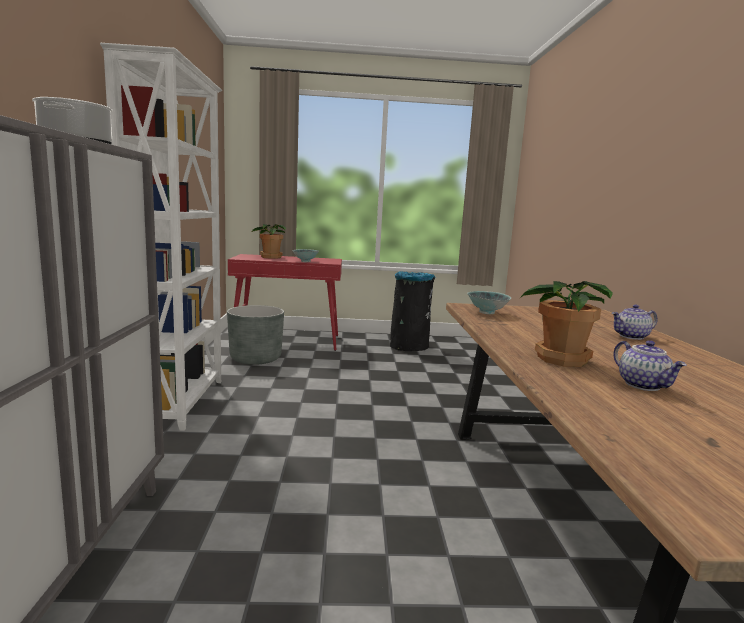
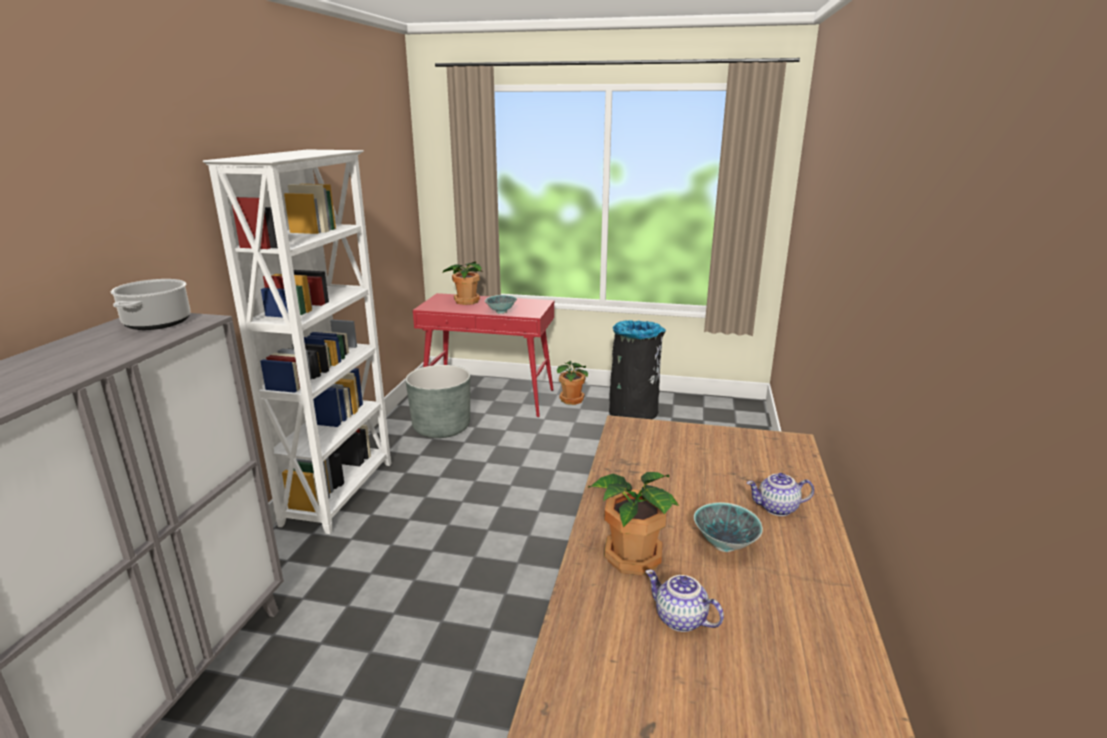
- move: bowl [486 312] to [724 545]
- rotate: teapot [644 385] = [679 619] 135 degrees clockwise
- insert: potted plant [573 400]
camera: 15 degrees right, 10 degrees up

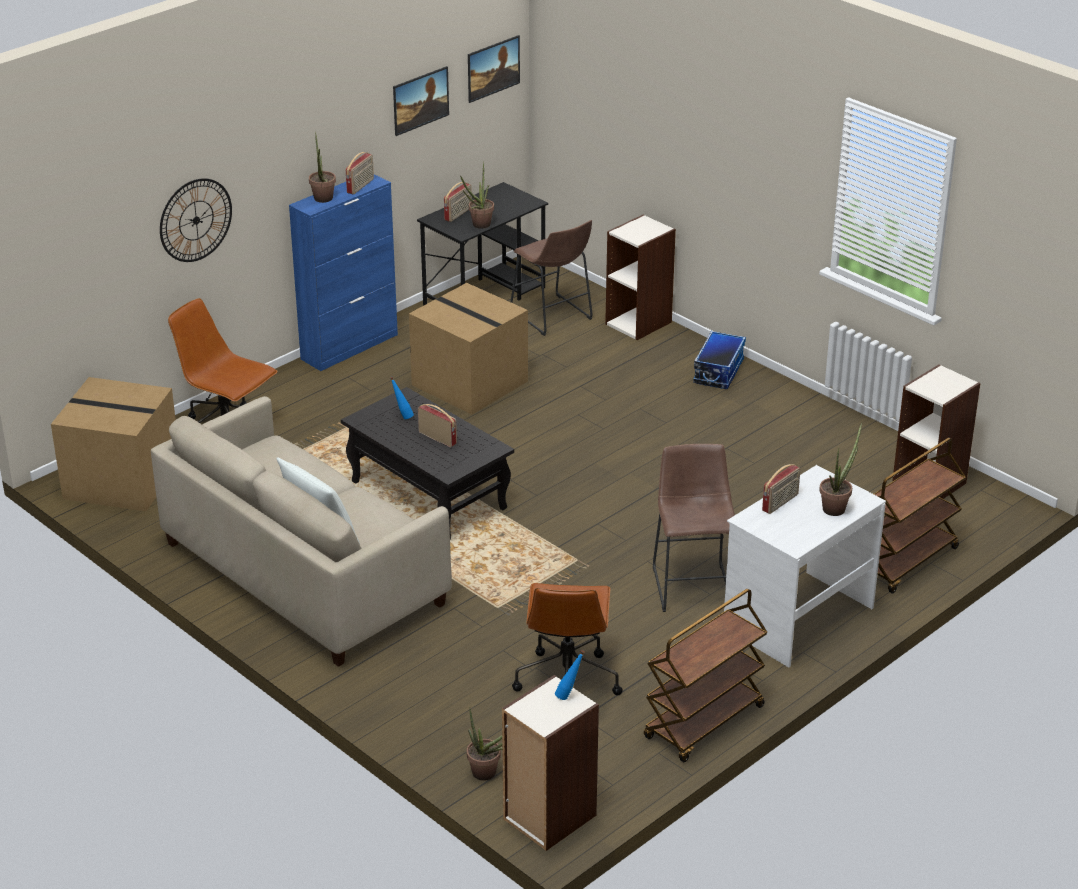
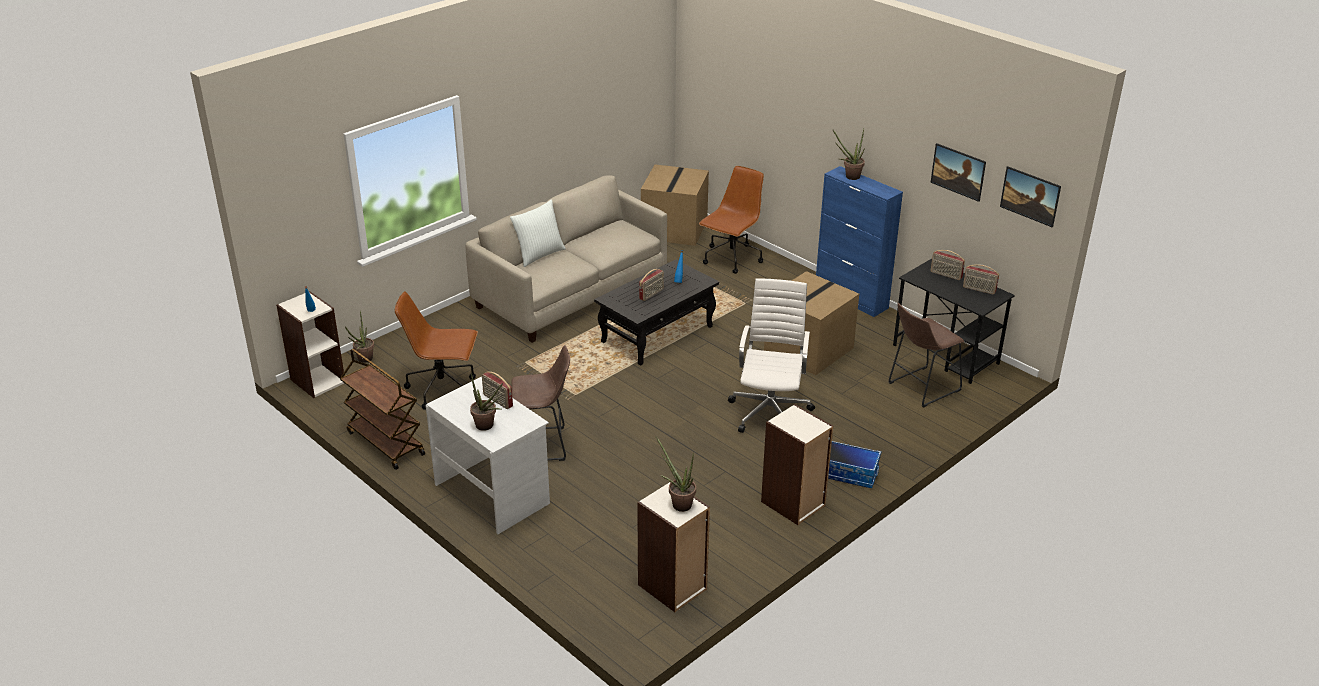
- delete: wall clock [196 220]
- move: radio [361 186] to [979 290]
- move: potted plant [478 226] to [678 503]
- move: bookcase [639 323] to [793 504]
- delete: brown cart [906 562]
- insert: white office chair [770 411]
camera: 90 degrees right, 0 degrees up

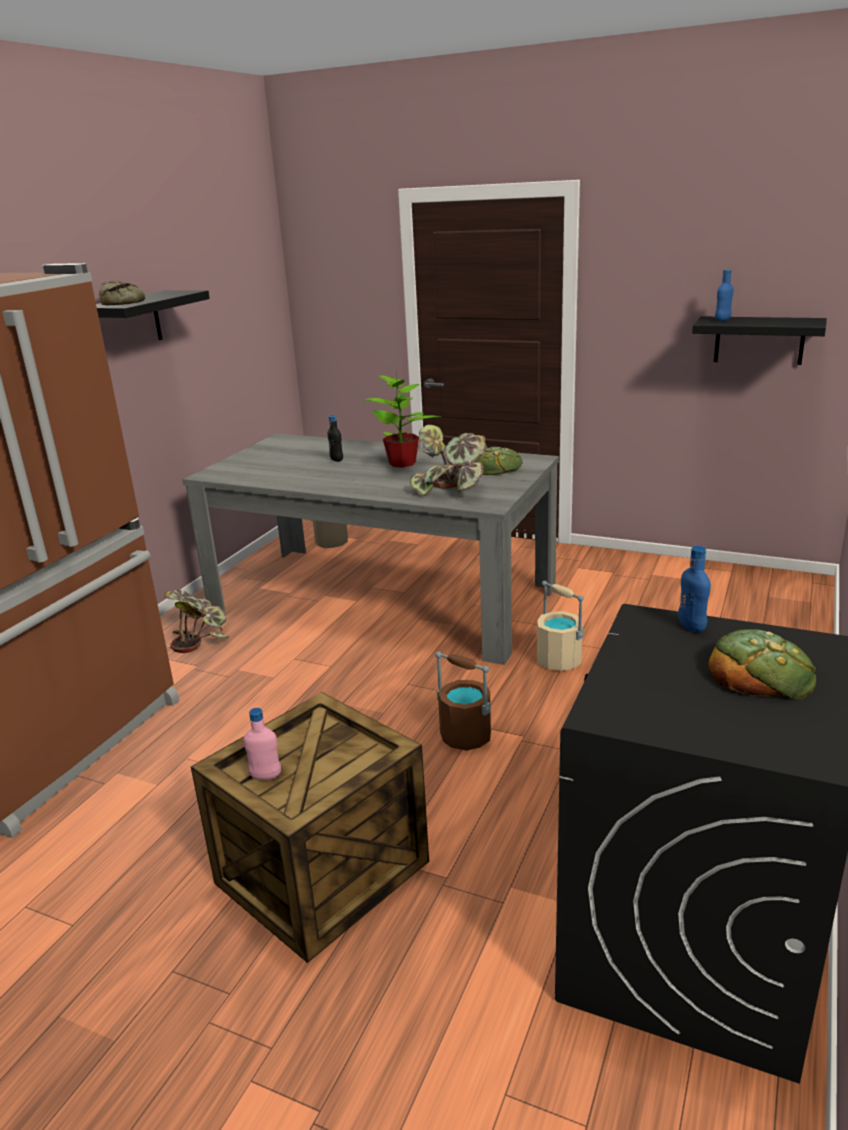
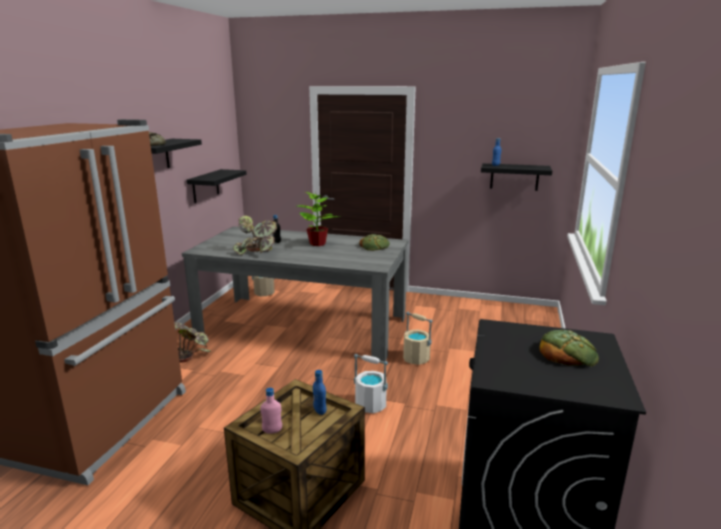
- move: potted plant [452 490] to [258 252]
- recolor: brown bucket [465 736] to white bucket [370 405]
- move: blue bottle [691 627] to [320 411]
- insert: black shelf [205 186]
camera: 10 degrees left, 5 degrees down

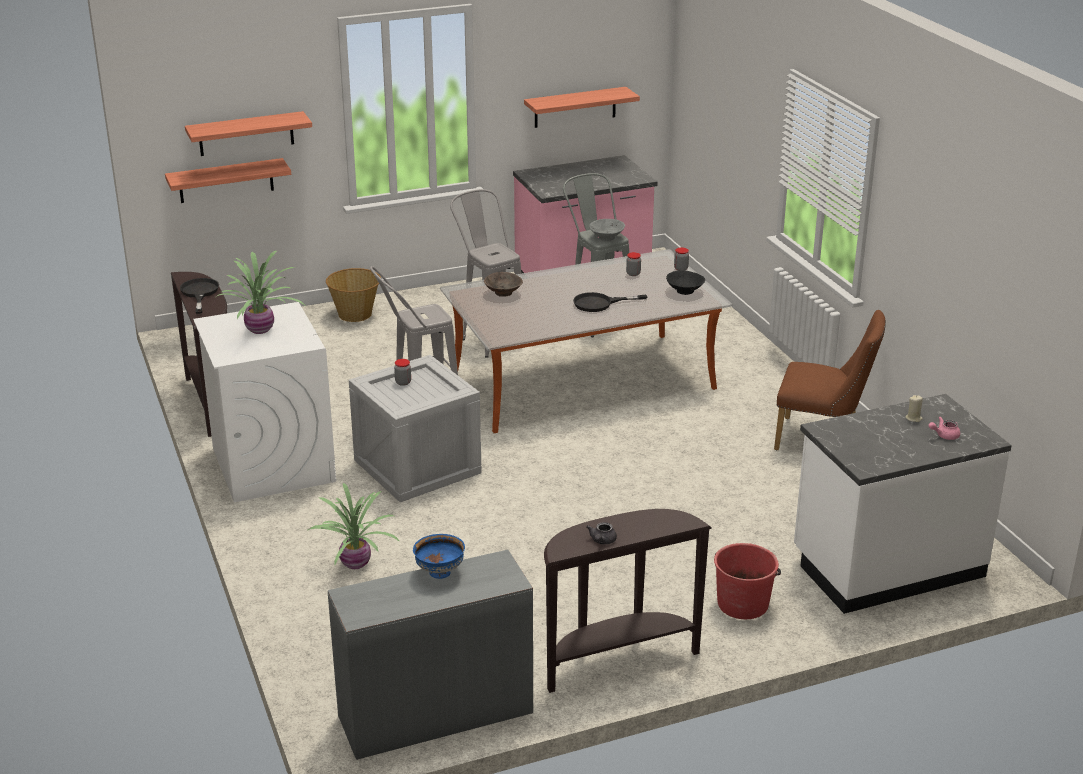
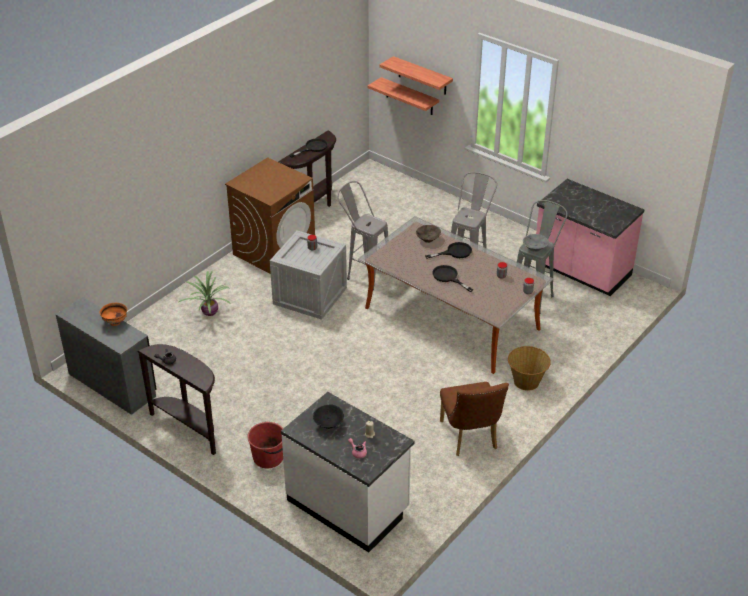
- recolor: white washing machine [273 464] to brown washing machine [274 250]
- delete: potted plant [261 330]
- move: basket [355 314] to [526 382]
- recolor: blue bowl [439 572] to orange bowl [115 322]
- delete: shelf [575 107]
- move: black bowl [684 291] to [328 423]
- insert: black frying pan [454 252]
camera: 60 degrees right, 10 degrees up

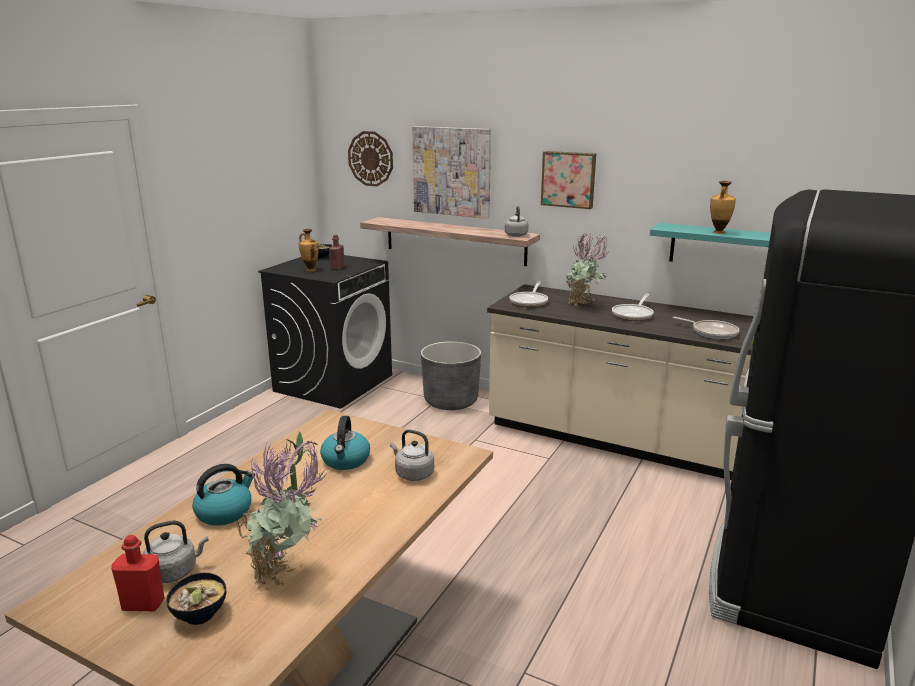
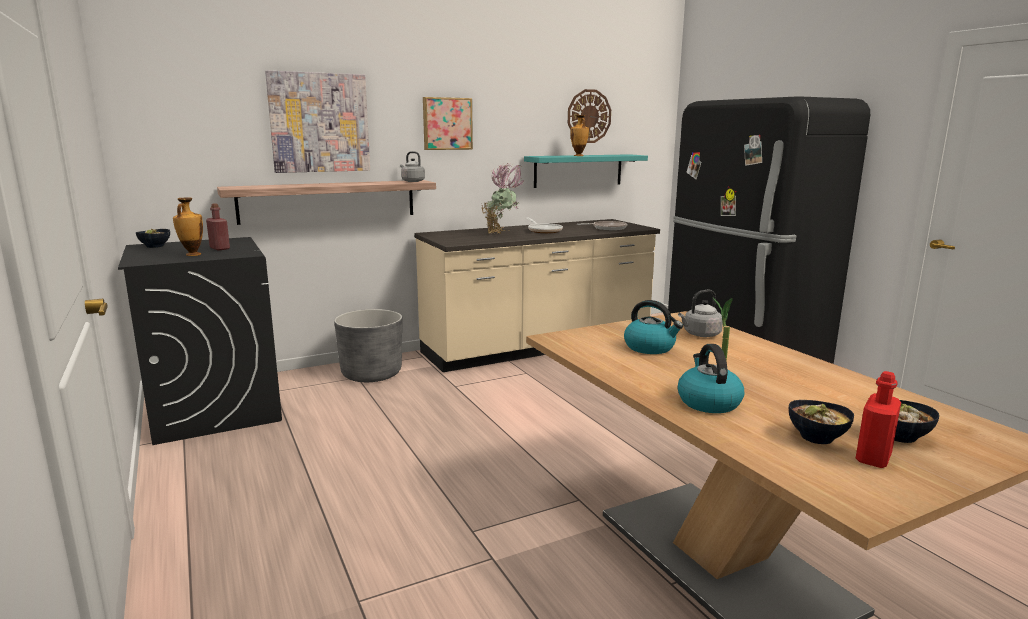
- replace: grey kettle [175 571] to bowl [815 437]
- delete: potted plant [287 575]
- move: wall clock [370 158] to [589 116]
- delete: frying pan [529 301]
camera: 55 degrees left, 5 degrees down

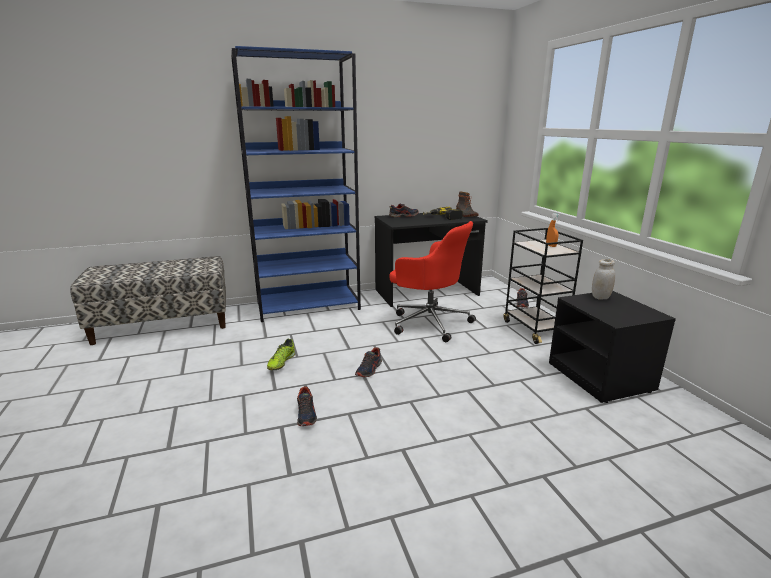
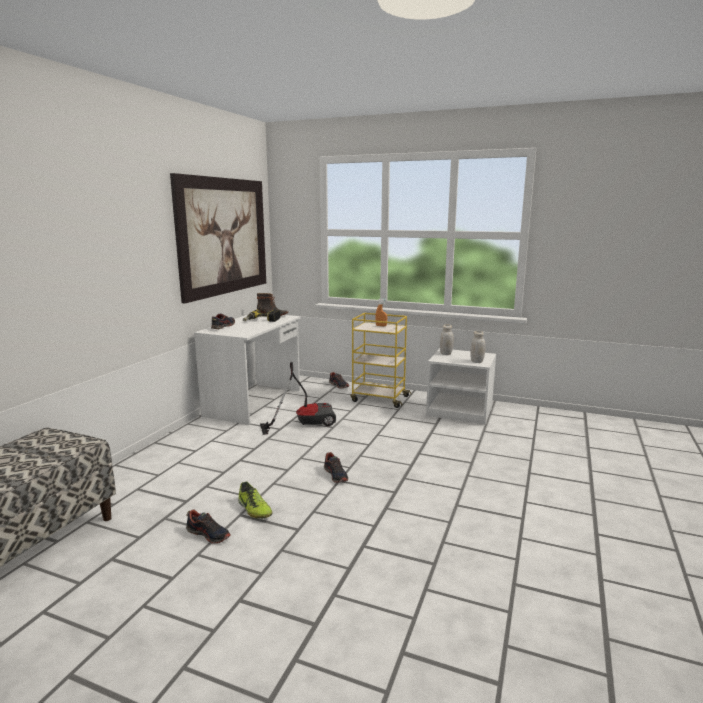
- delete: blue bookcase [309 306]
- move: shoe [306 414] to [208 534]
- recolor: black desk [427 293] to white desk [255 402]
- replace: red office chair [429 322] to vacuum cleaner [304 423]
- recolor: black cart [535 329] to yellow cart [379 399]
- recolor: black nightstand [601 377] to white nightstand [460 411]
- insert: picture [223 236]
- insert: white jar [477 361]
camera: 50 degrees left, 5 degrees down

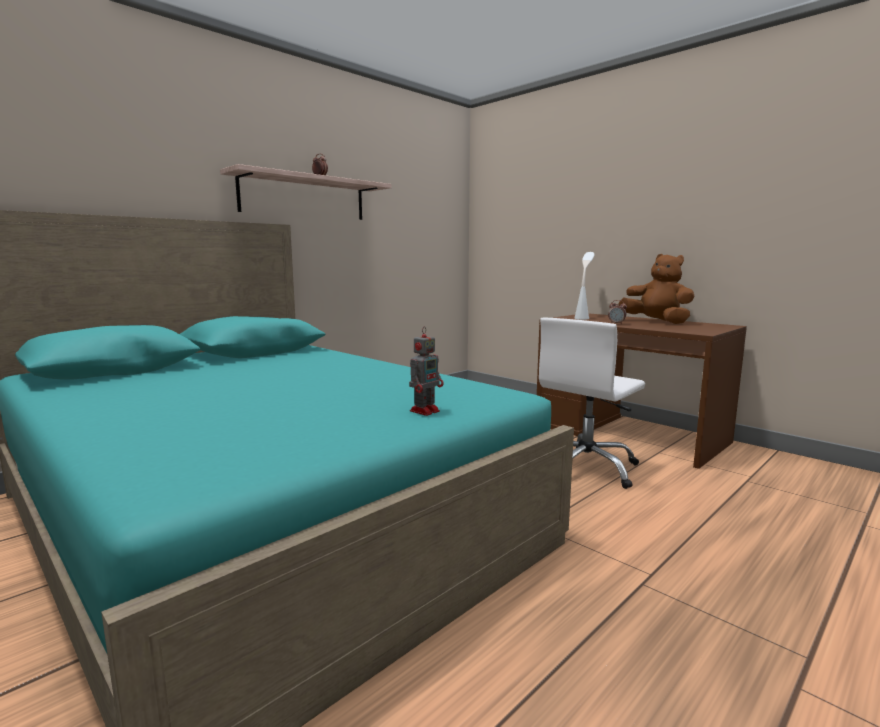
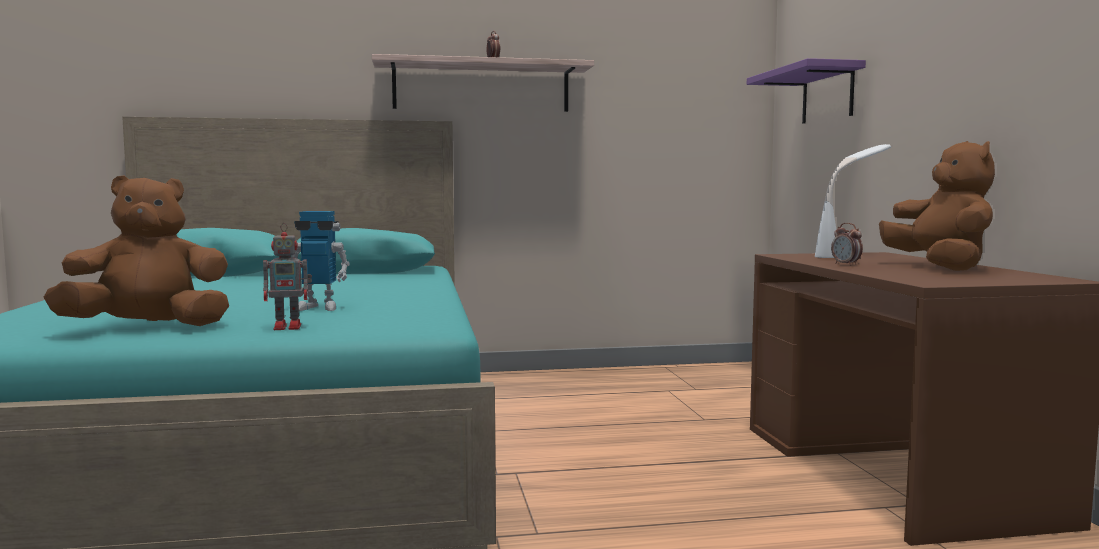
- delete: white office chair [586 468]
- insert: brown plush toy [149 328]
- insert: toy robot [319 308]
- insert: purple shelf [827 95]
camera: 35 degrees right, 5 degrees down

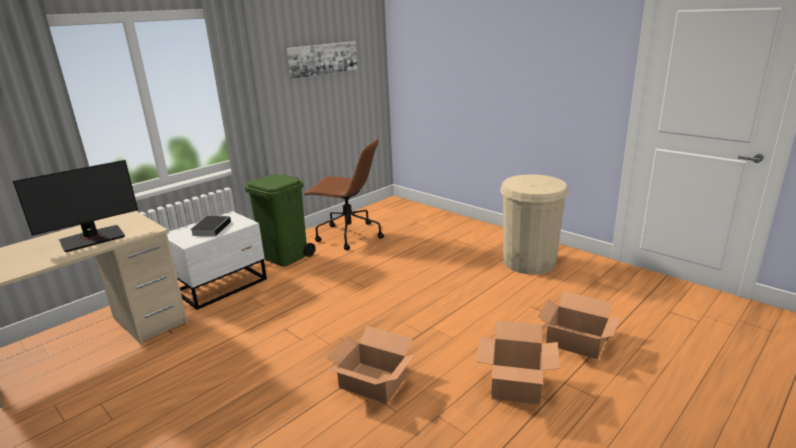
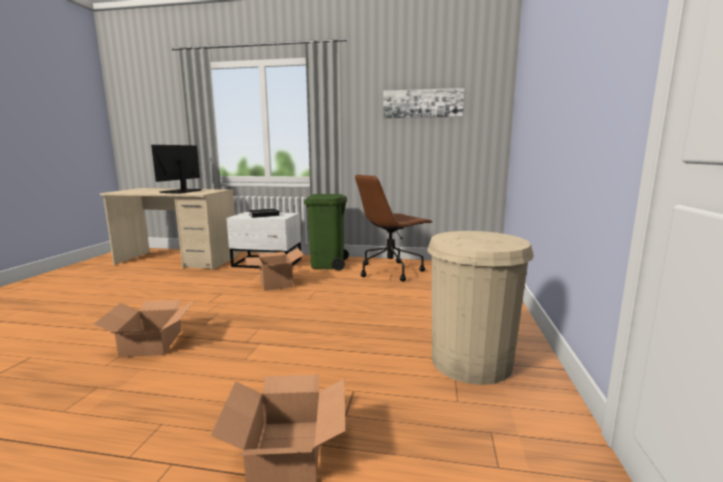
- rotate: monitor [92 238] = [181 191] 90 degrees clockwise
- rotate: brown office chair [348 235] = [391 270] 75 degrees clockwise
- move: cardboard box [516 386] to [276 284]
camera: 55 degrees right, 10 degrees down

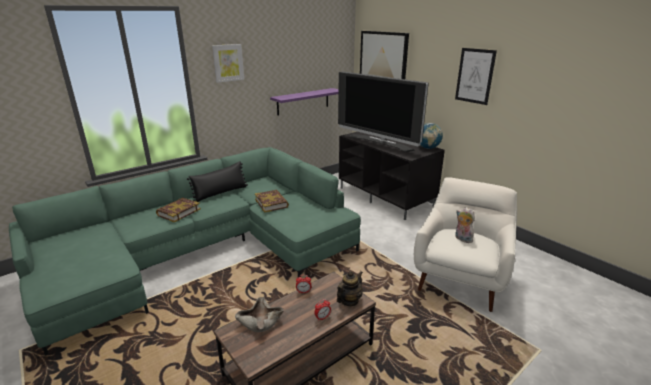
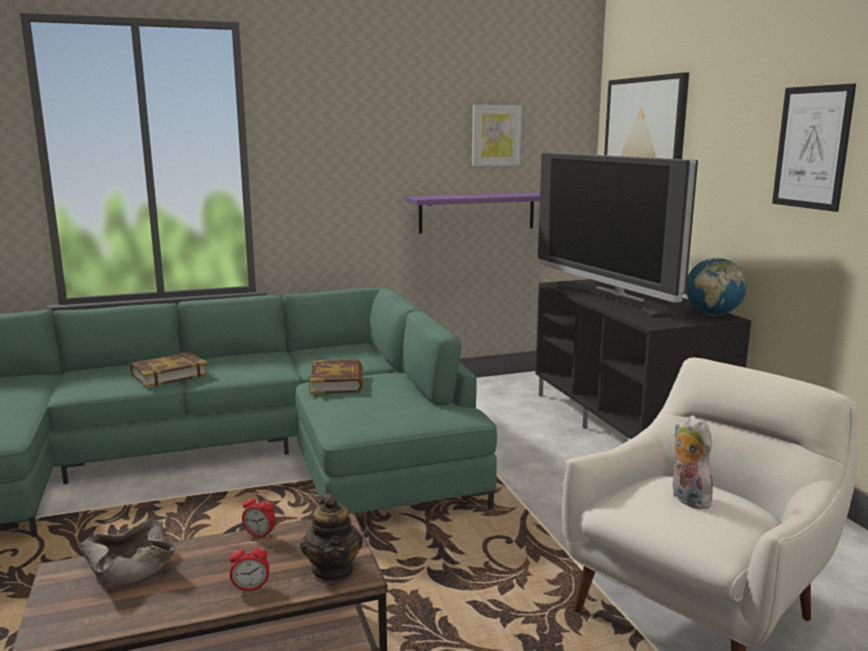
- delete: black pillow [220 193]
- move: picture [228 63] to [496 135]
- rotate: teapot [349 301] = [333 569] 105 degrees clockwise
camera: 20 degrees right, 10 degrees down

